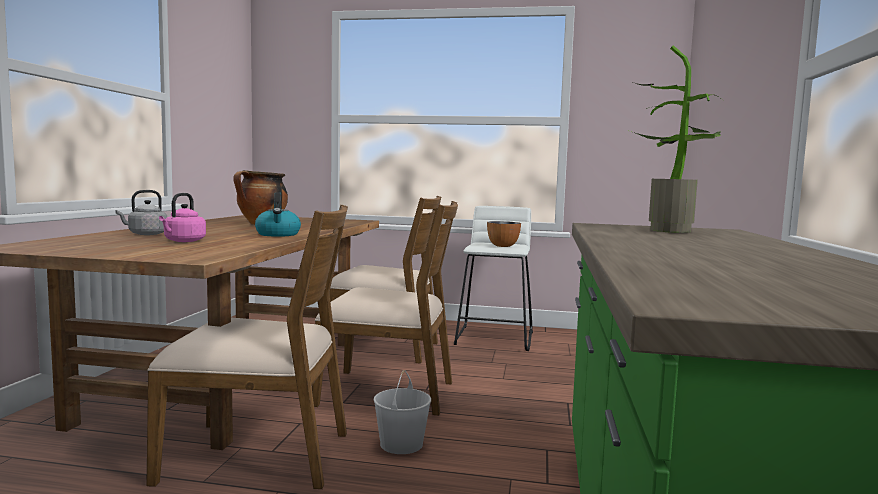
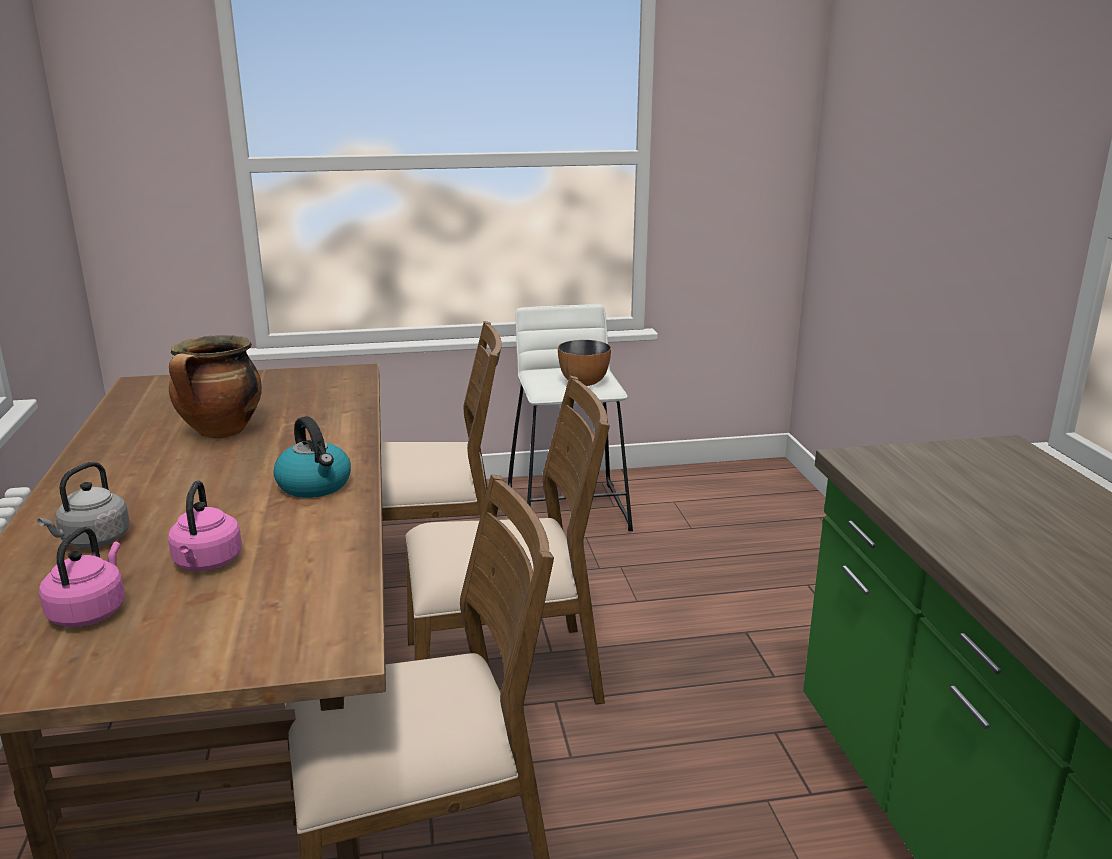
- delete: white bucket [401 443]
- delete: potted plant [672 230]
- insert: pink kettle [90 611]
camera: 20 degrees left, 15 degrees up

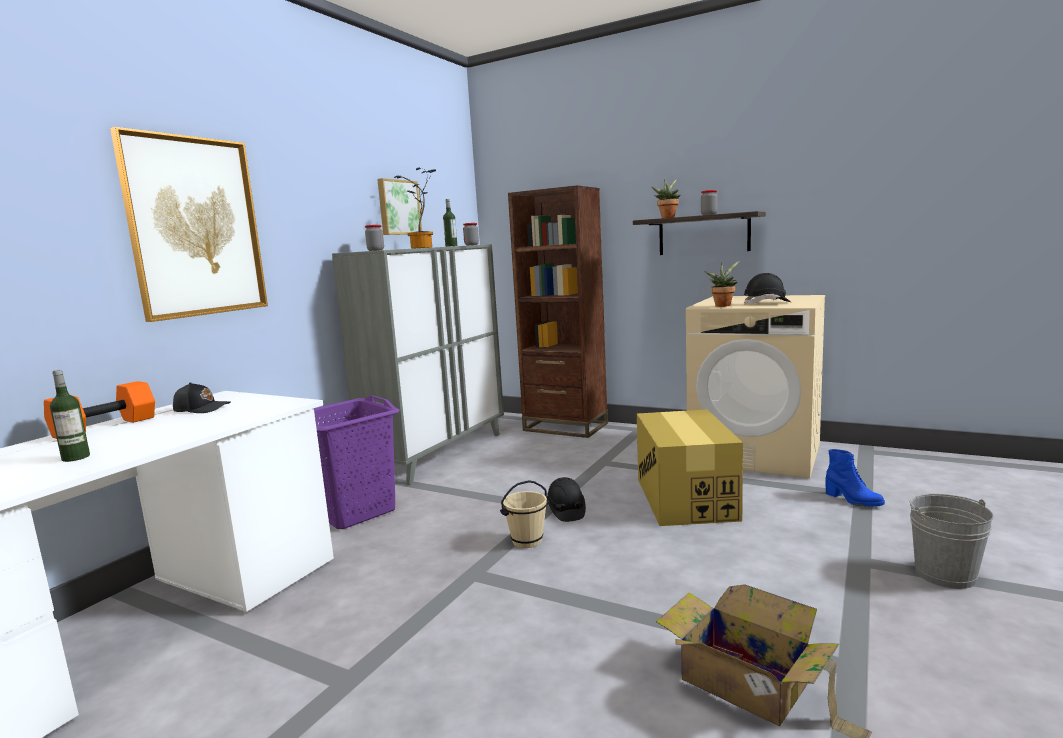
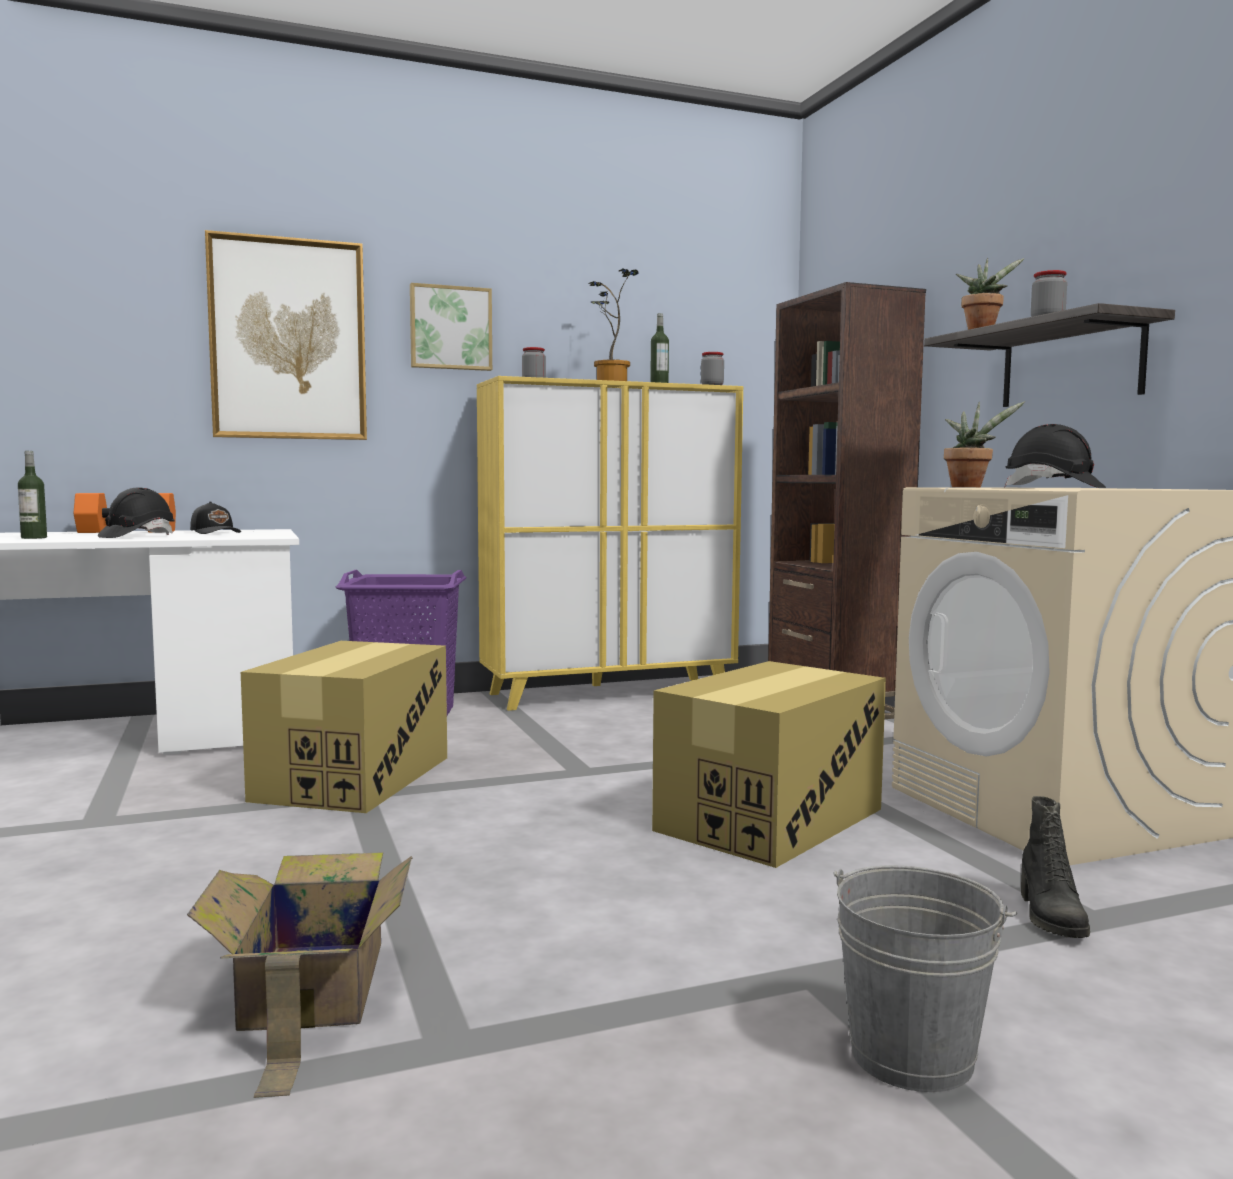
- recolor: grey cabinet [438 454] to yellow cabinet [609 693]
- move: picture [398 207] to [450 328]
- delete: beige bucket [527 541]
- move: black hard hat [565 511] to [137 536]
- recolor: blue boot [853 500] to black boot [1050 917]
- insert: cardboard box [354 778]
camera: 40 degrees right, 5 degrees down

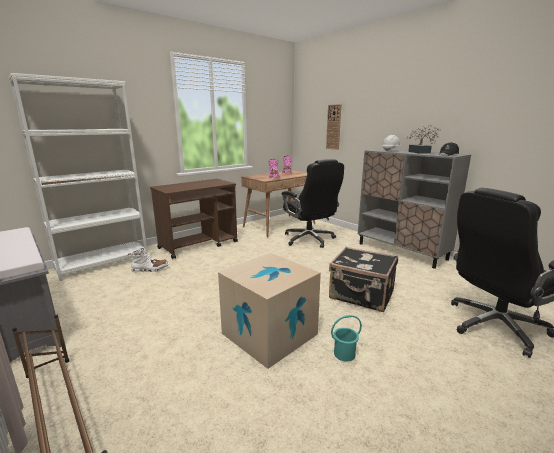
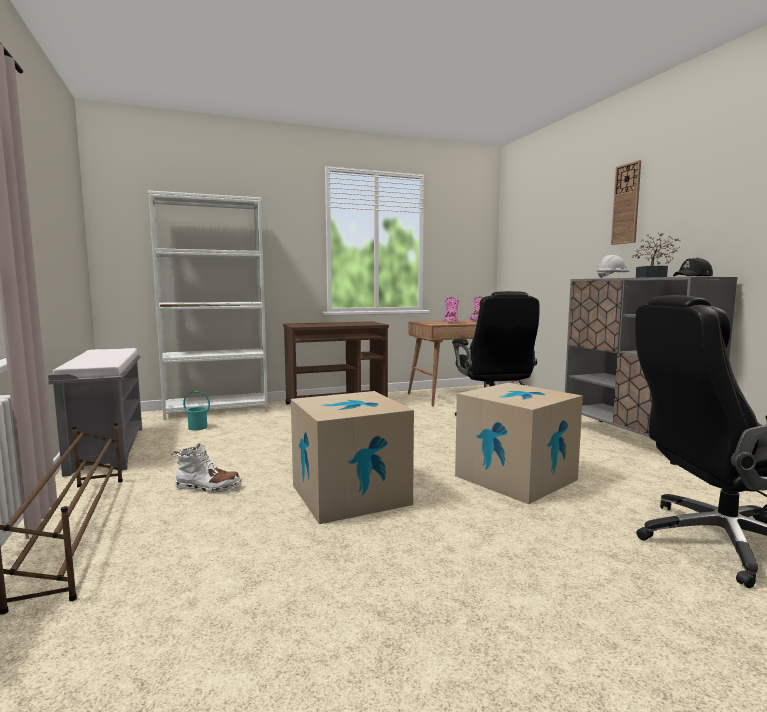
- move: white boot [150 269] to [208 487]
- move: wall clock [333 127] to [626 204]
- replace: black suitcase [361 295] to cardboard box [515 478]
- move: turquoise bucket [344 354] to [197 428]
camera: 20 degrees right, 10 degrees down

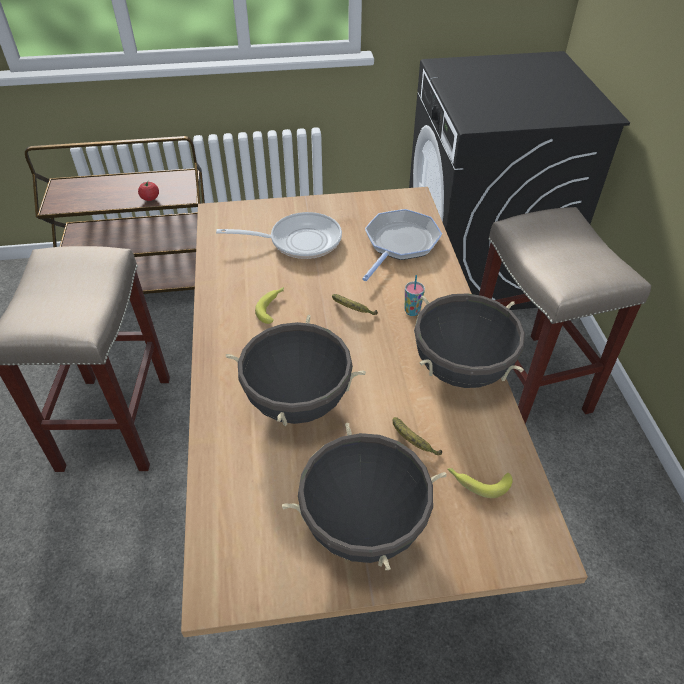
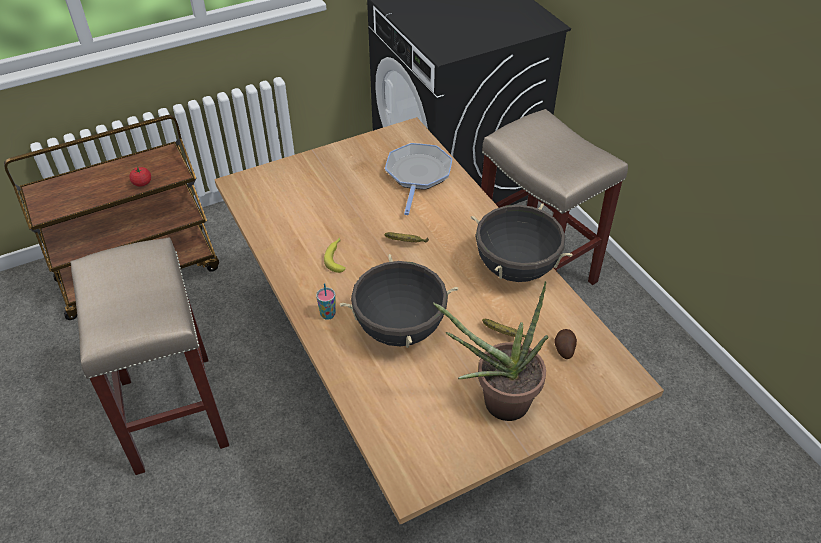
- delete: frying pan [299 241]
- replace: black cooking pot [363 524] to potted plant [496 403]
- move: cup [412 311] to [328 314]
- replace: banana [477 482] to potato [564 348]
camera: 20 degrees left, 0 degrees up

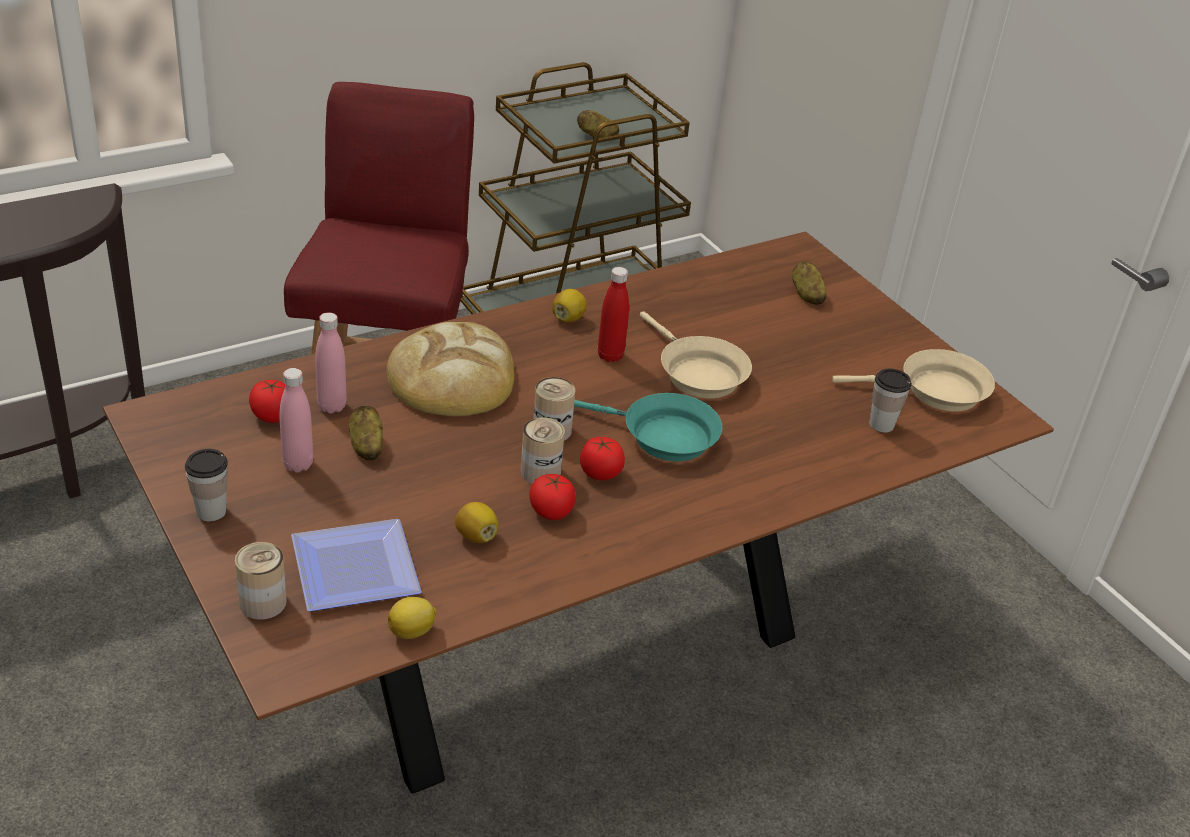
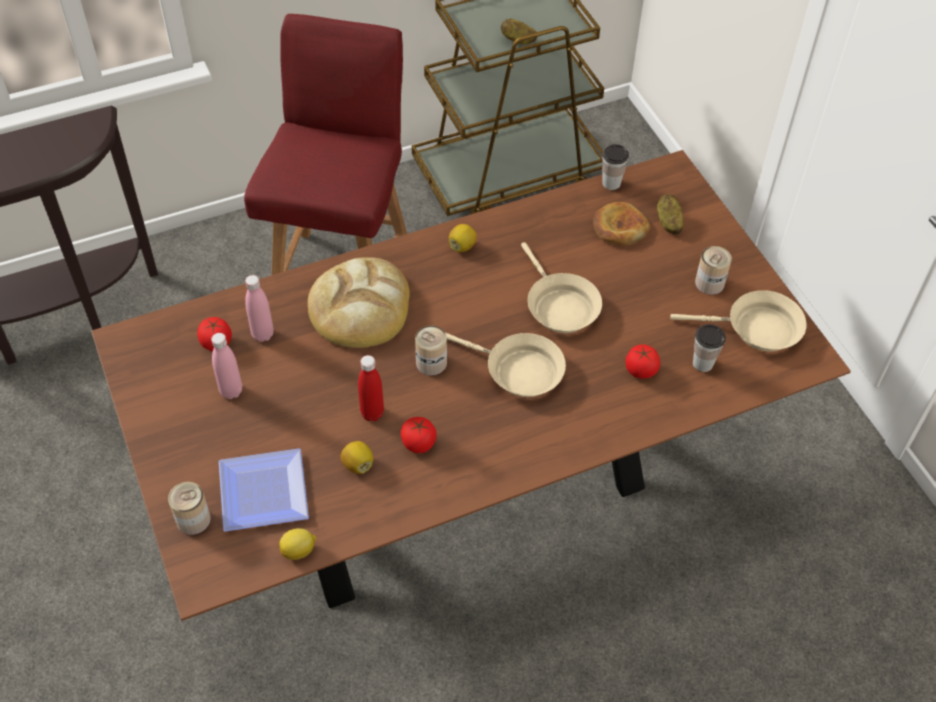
- move: cup [211 511] to [611 183]
- delete: potato [366 446]
- move: can [540 472] to [709 283]
- recolor: turquoise frying pan [661 436] to beige frying pan [518 371]
- move: tomato [600 473] to [640 370]
- move: red bottle [610 356] to [372 413]
- insert: bread [619 227]
camera: 10 degrees right, 15 degrees up

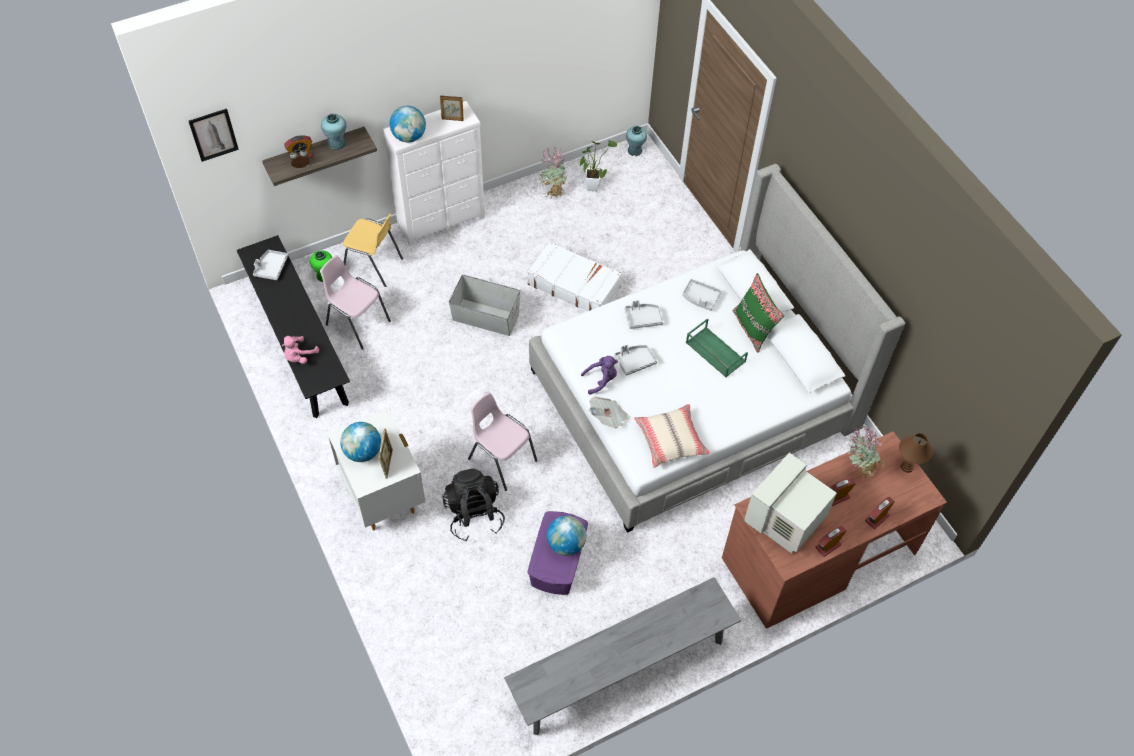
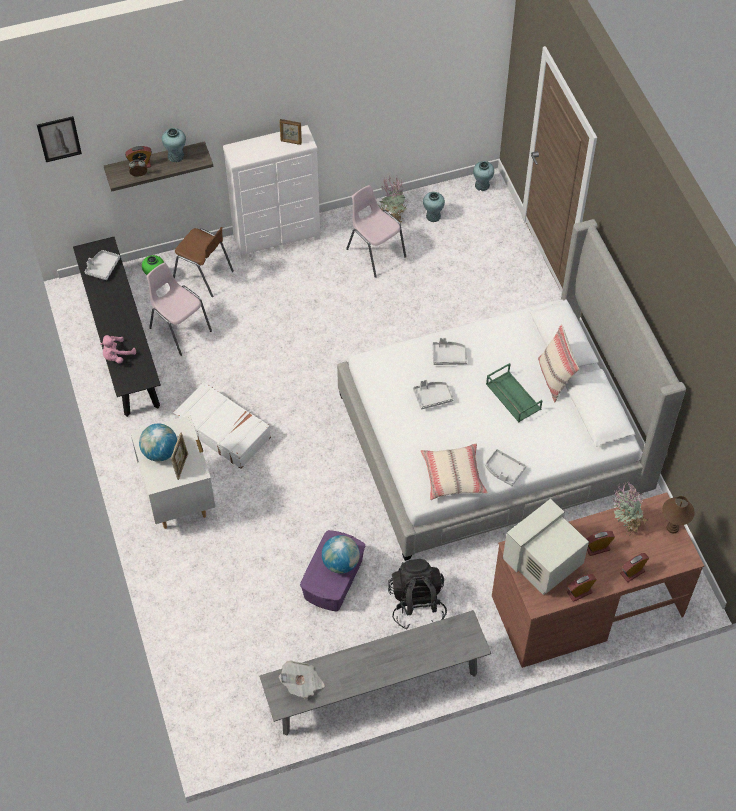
- recolor: yellow chair [373 266] to brown chair [204 275]
- delete: globe [409 137]
- move: black backpack [474 515] to [417 604]
- delete: grey storage box [485 316]
- move: pink chair [501 459] to [375 252]
- move: white suitcase [574 285] to [223 430]
- replace: potted plant [592 185] to turquoise vase [433 216]
- delete: purple plush toy [601 380]
- move: newspaper [608 418] to [302 684]
- move: grey tray [700 298] to [504 470]
- recolor: green pillow [753 329] to beige pillow [555 378]
camera: 10 degrees right, 0 degrees up

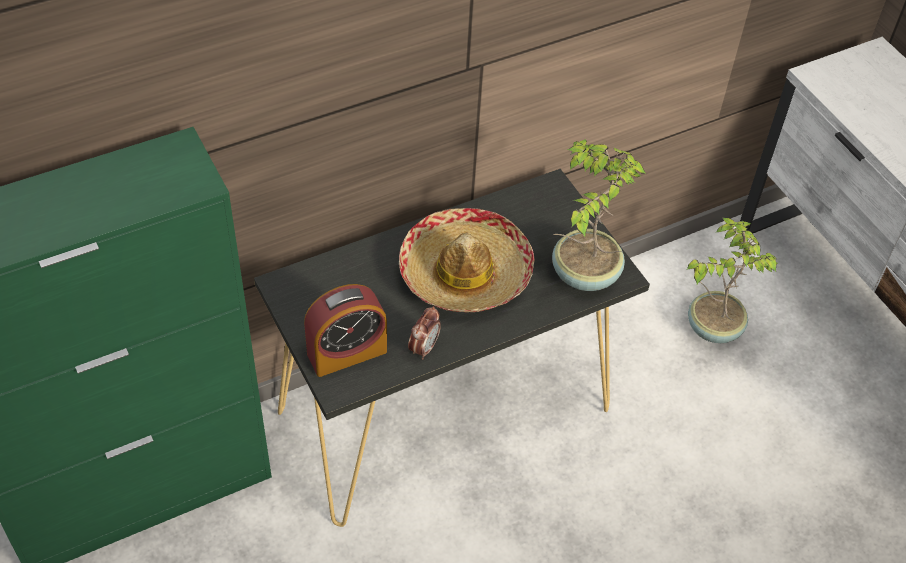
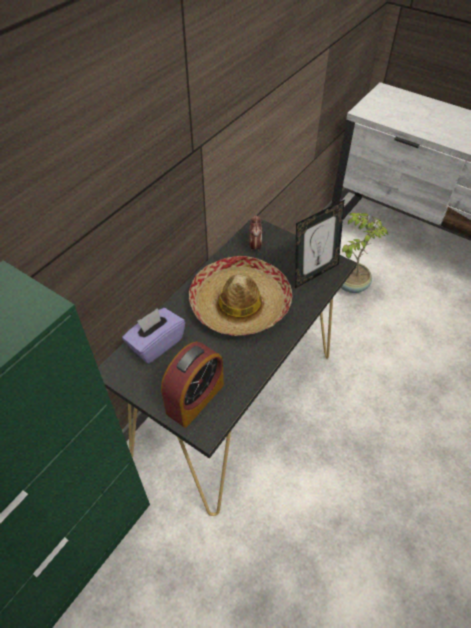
- move: alarm clock [424 348] to [254 246]
- replace: potted plant [583 274] to picture frame [314 273]
- insert: purple tissue box [156 344]
camera: 25 degrees left, 0 degrees up

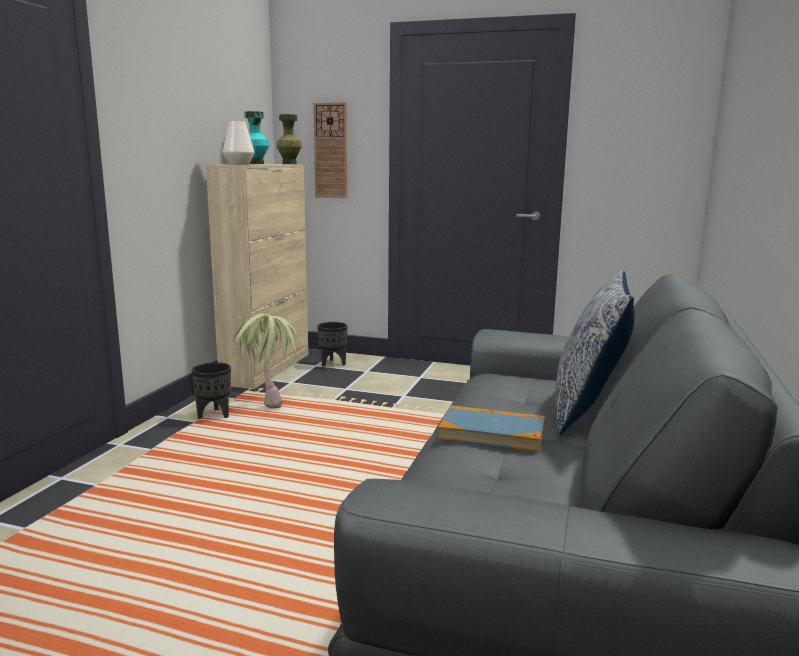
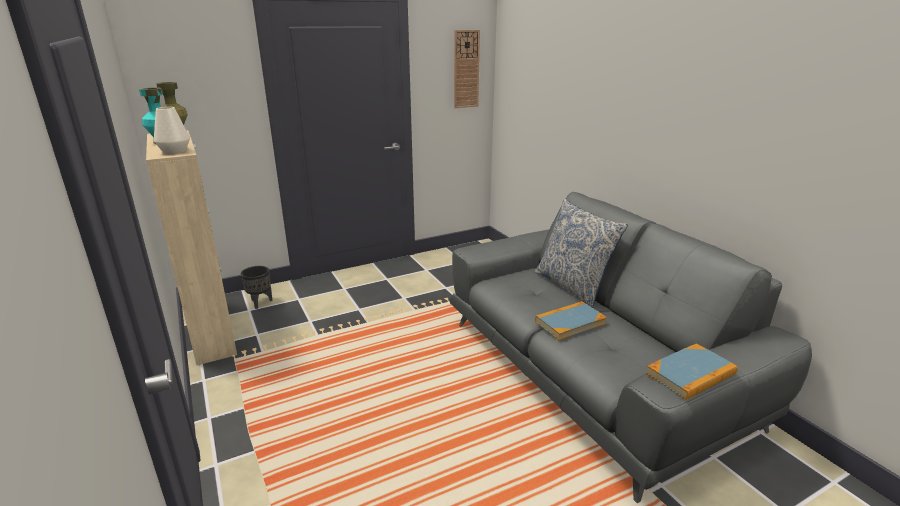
- delete: black planter [214 415]
- delete: potted plant [269 400]
- move: wall clock [331 151] to [466 69]
- insert: book [690 374]
camera: 45 degrees left, 10 degrees up

